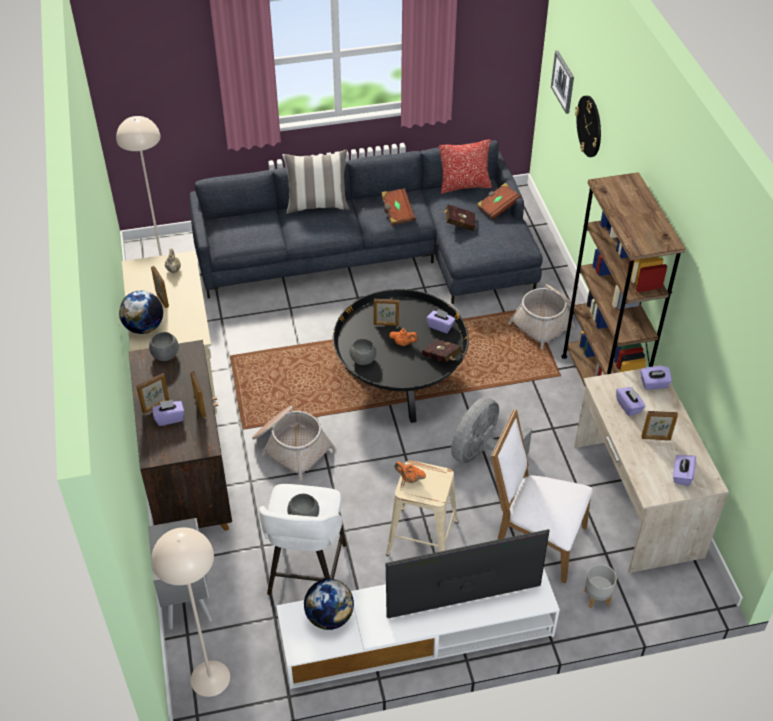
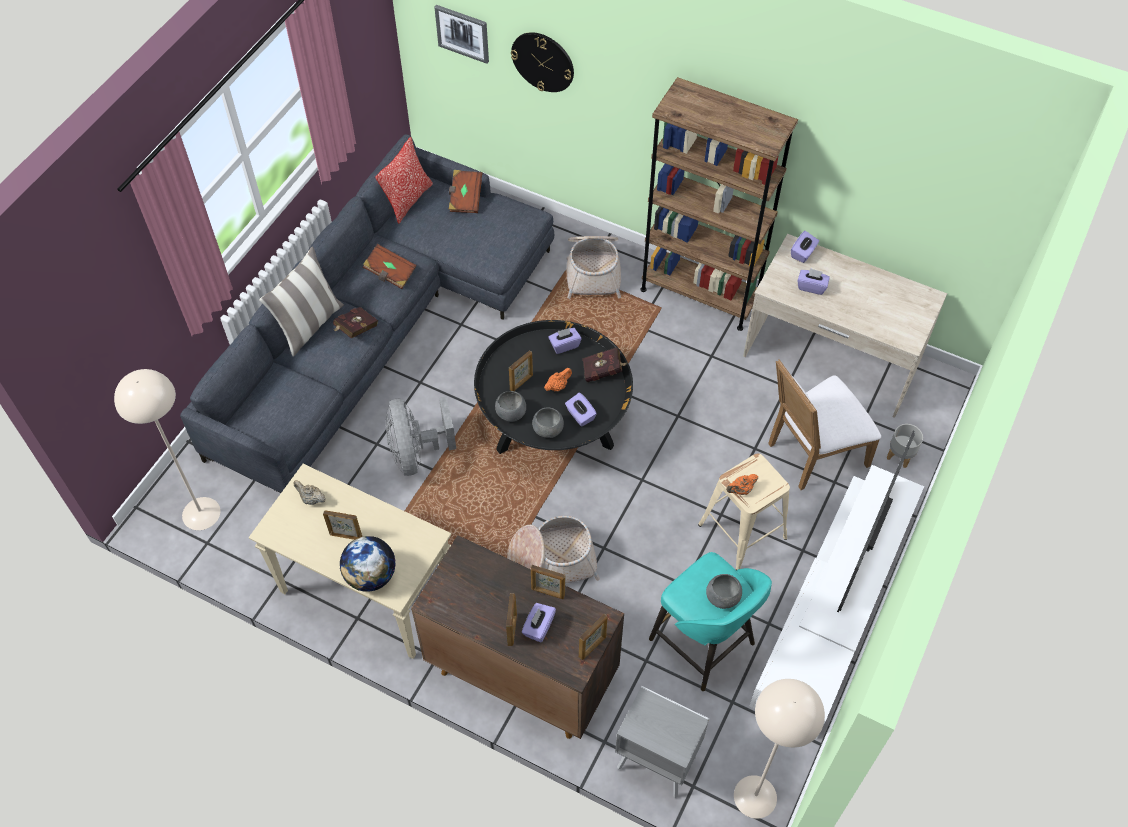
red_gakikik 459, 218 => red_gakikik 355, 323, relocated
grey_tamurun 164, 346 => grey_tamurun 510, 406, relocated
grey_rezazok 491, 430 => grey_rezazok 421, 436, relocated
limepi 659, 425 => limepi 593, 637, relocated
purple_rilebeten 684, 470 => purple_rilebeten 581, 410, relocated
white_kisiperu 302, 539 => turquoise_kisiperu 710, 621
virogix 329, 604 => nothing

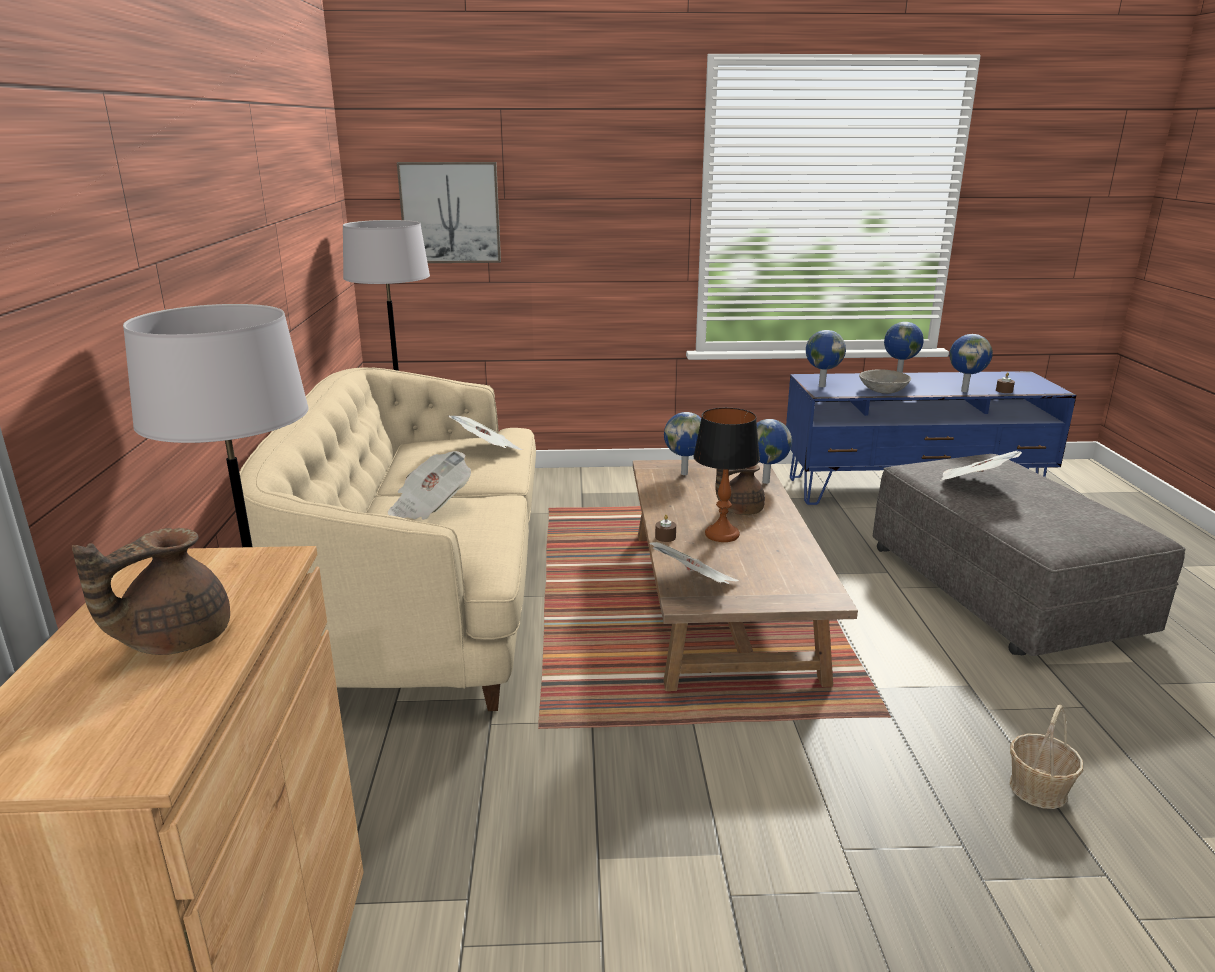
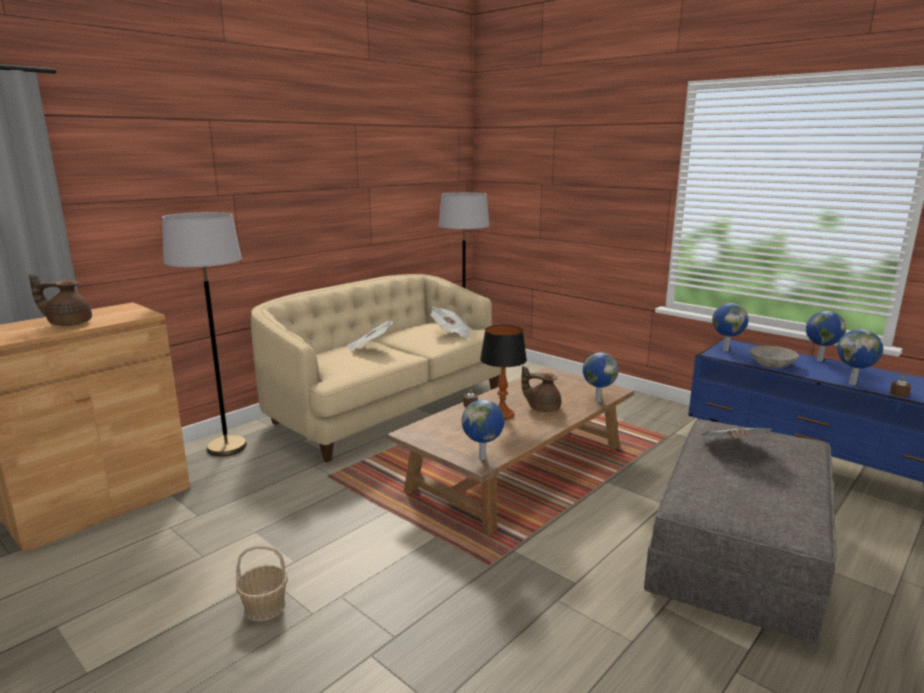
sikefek 449, 212 => nothing
virogix 682, 443 => virogix 483, 430, relocated
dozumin 694, 563 => nothing
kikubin 1046, 757 => kikubin 262, 583, relocated

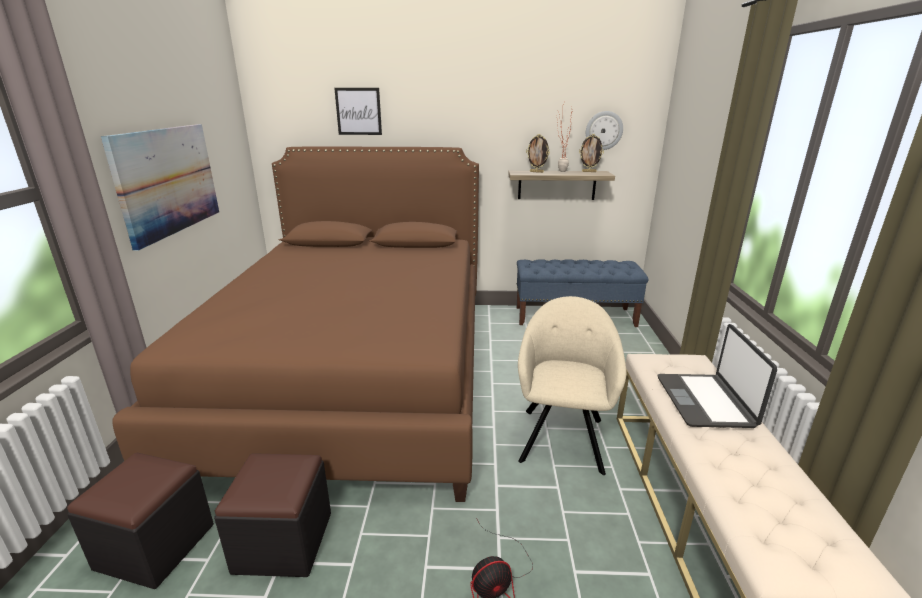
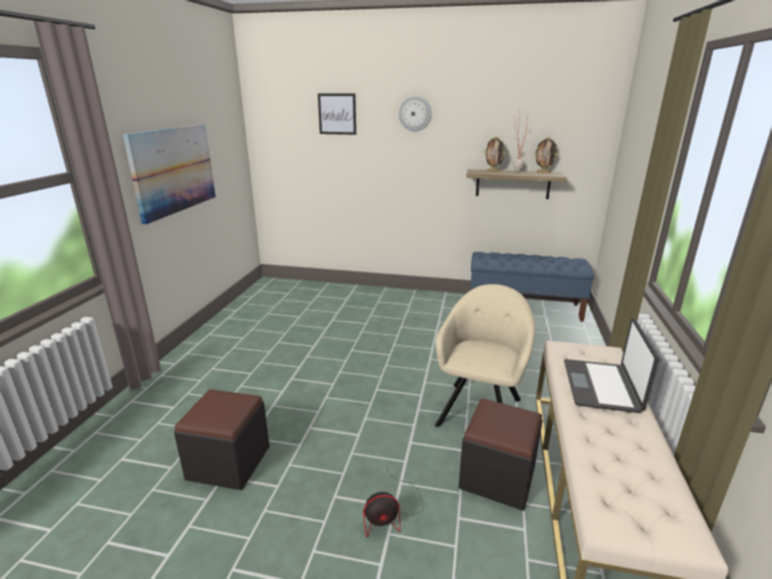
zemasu 604, 130 => zemasu 415, 114, relocated
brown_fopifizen 295, 324 => nothing
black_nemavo 140, 521 => black_nemavo 501, 454, relocated

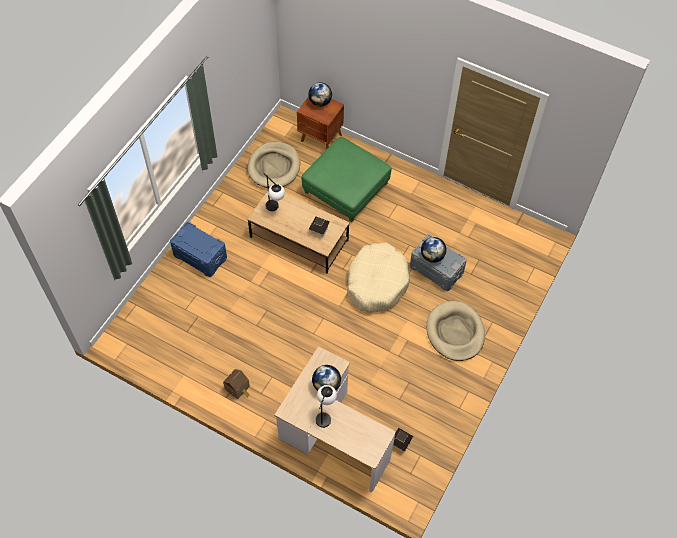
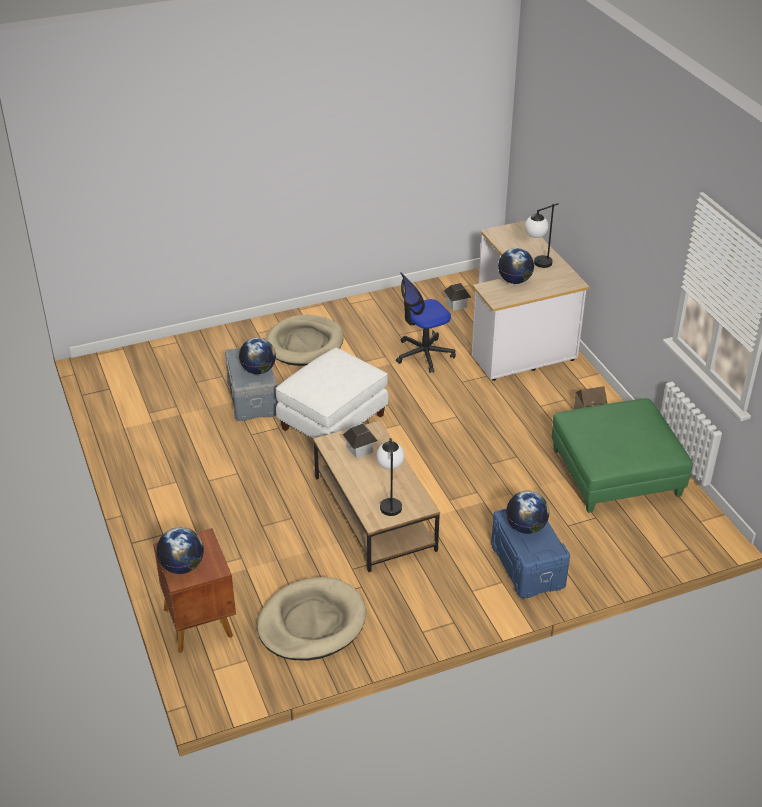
green_nemavo 347, 179 => green_nemavo 622, 455, relocated
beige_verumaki 378, 277 => white_nemavo 332, 393
nothing => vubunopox 426, 322
nothing => virogix 527, 512

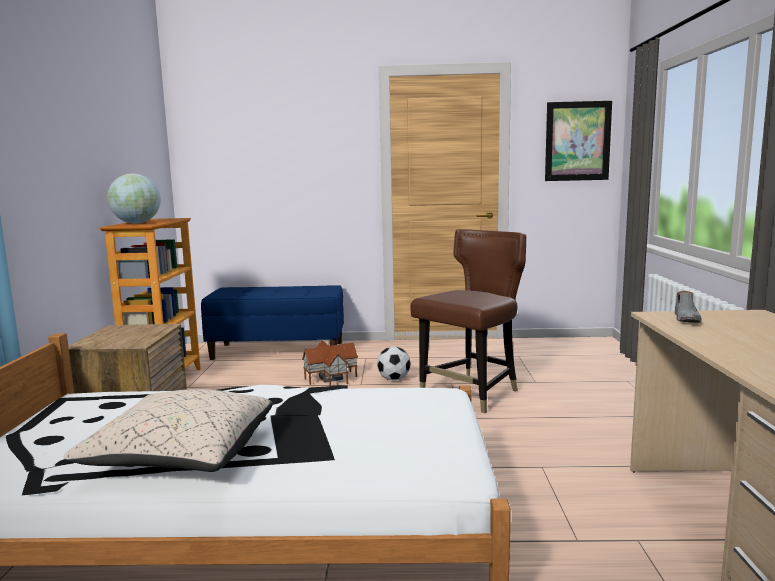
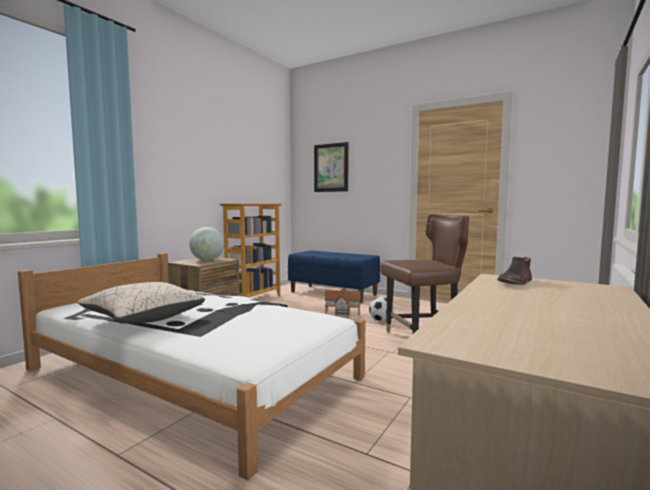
sikefek 578, 141 => sikefek 331, 167, relocated
virogix 134, 199 => virogix 206, 244, relocated
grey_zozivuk 688, 307 => brown_zozivuk 514, 271

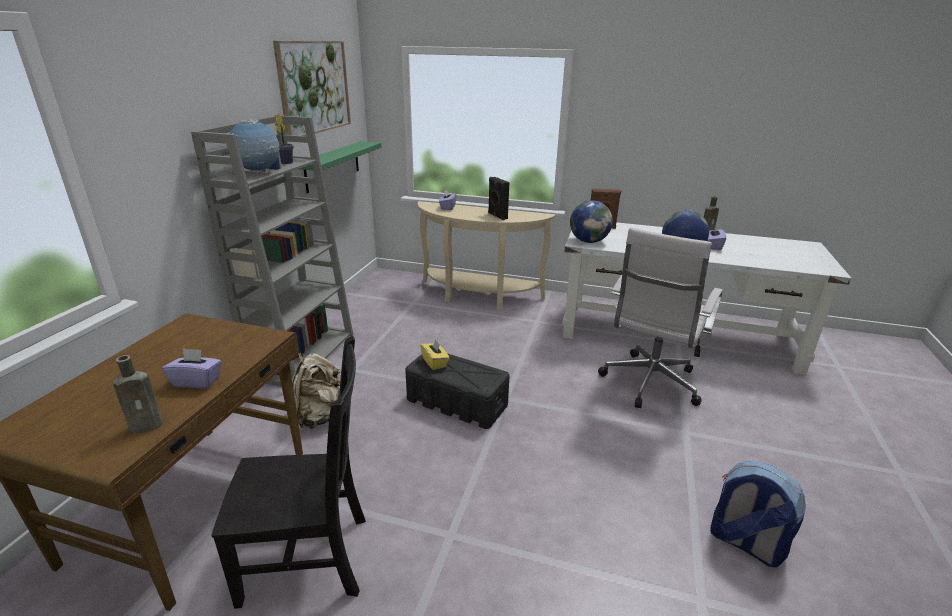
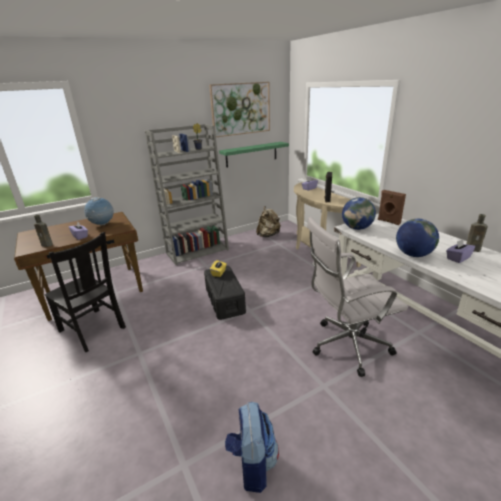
virogix 255, 146 => virogix 99, 211, relocated
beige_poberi 316, 391 => beige_poberi 268, 221, relocated

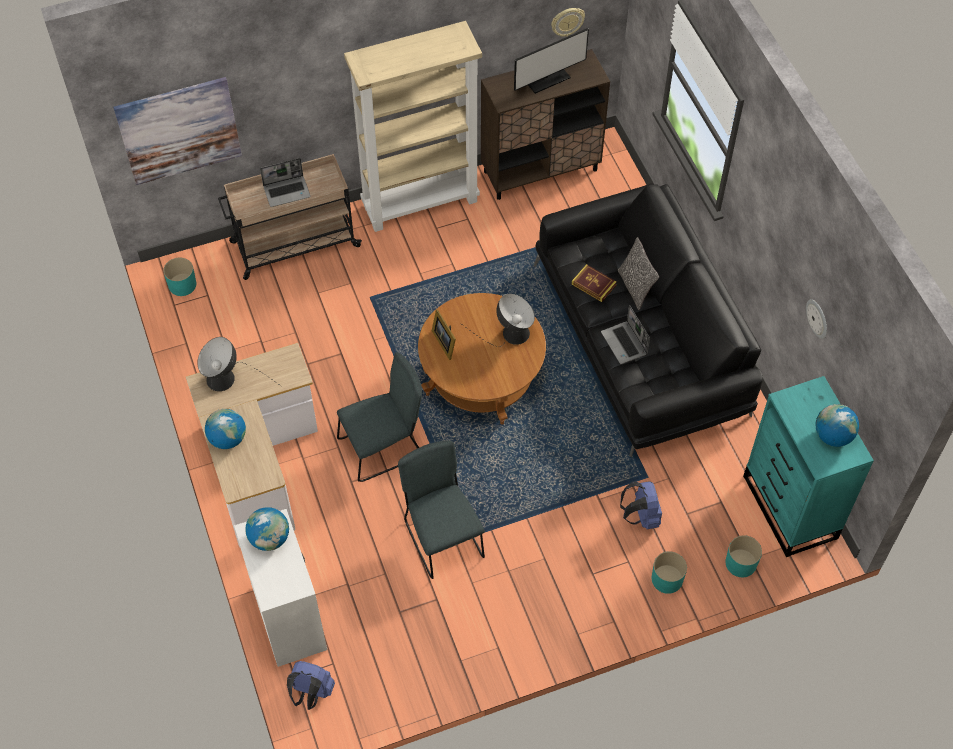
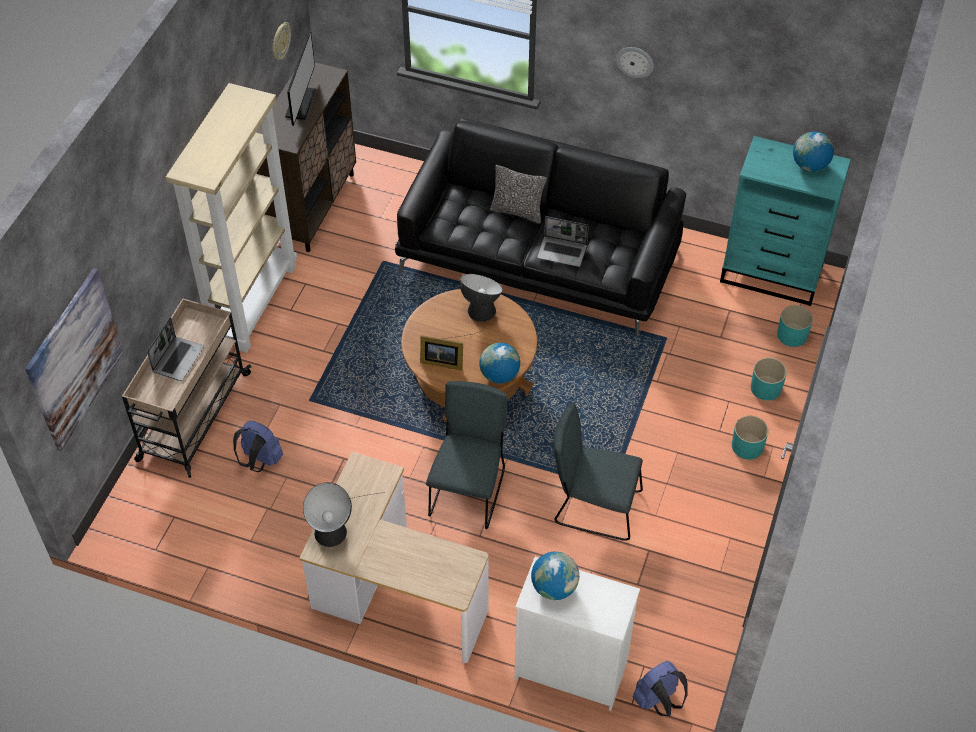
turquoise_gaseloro 179, 277 => turquoise_gaseloro 750, 437, relocated
gakikik 594, 283 => nothing
zemasu 816, 319 => zemasu 635, 62, relocated
virogix 225, 429 => virogix 499, 363, relocated
blue_poberi 641, 505 => blue_poberi 258, 446, relocated

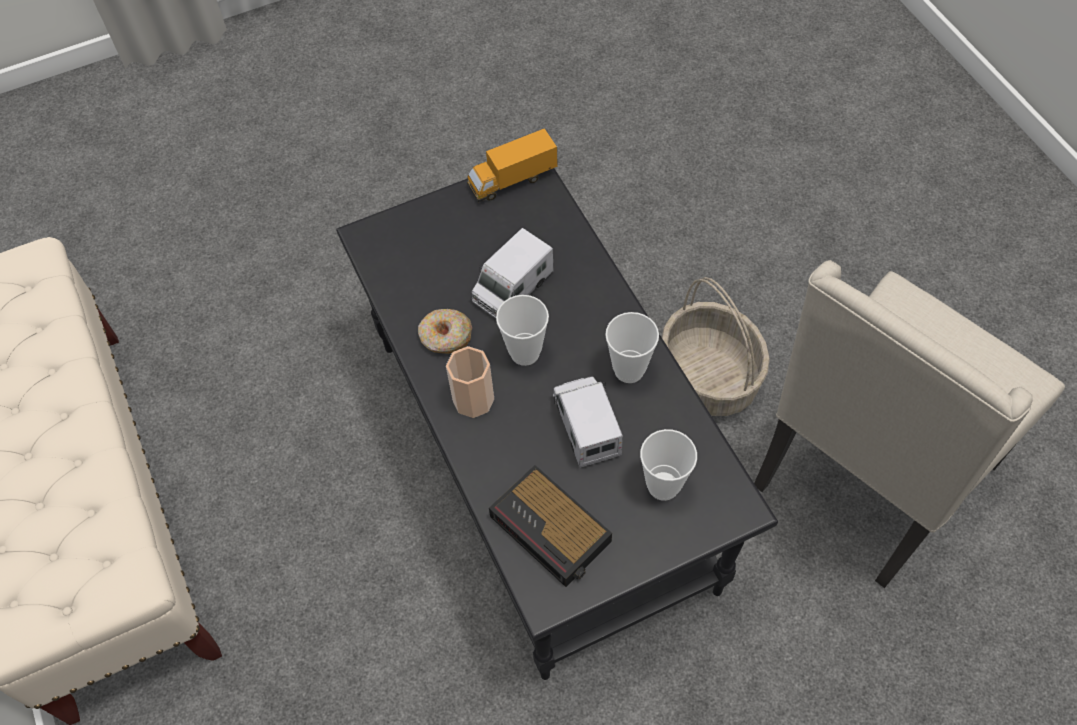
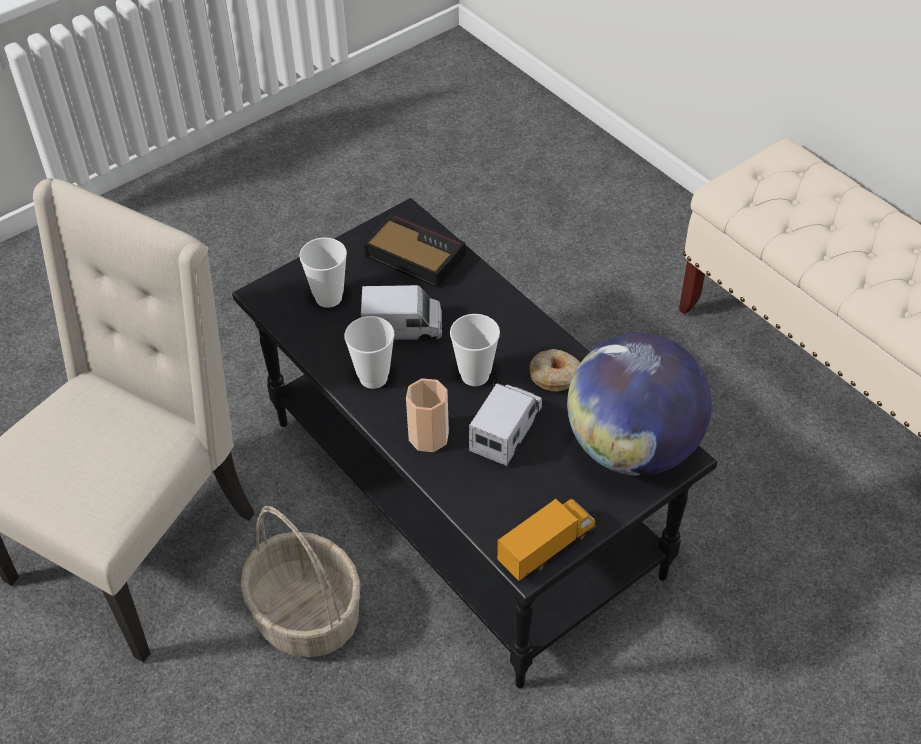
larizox 470, 382 => larizox 427, 415, relocated
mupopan 588, 422 => mupopan 401, 313, 60 degrees counterclockwise
nothing => virogix 639, 404

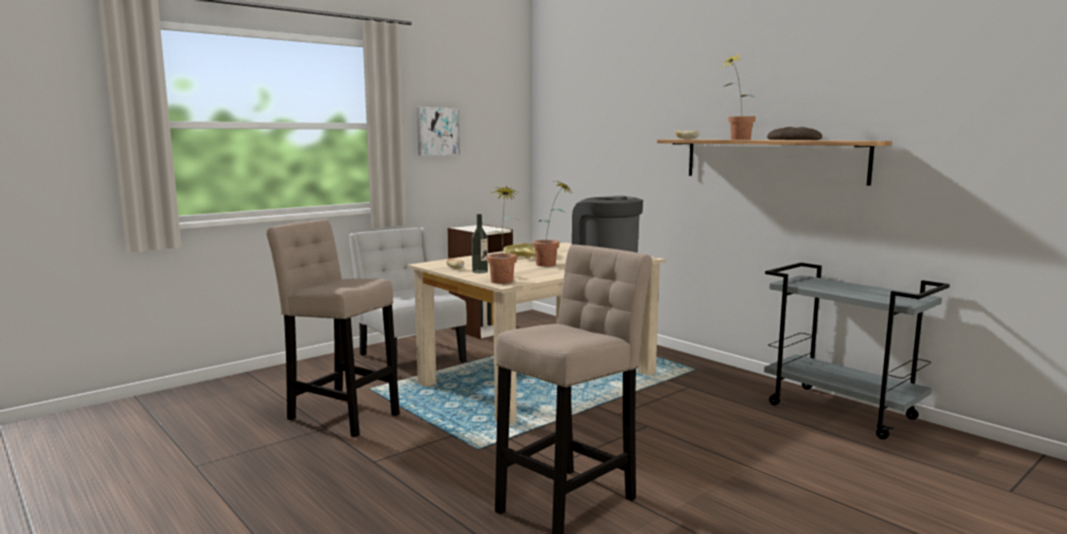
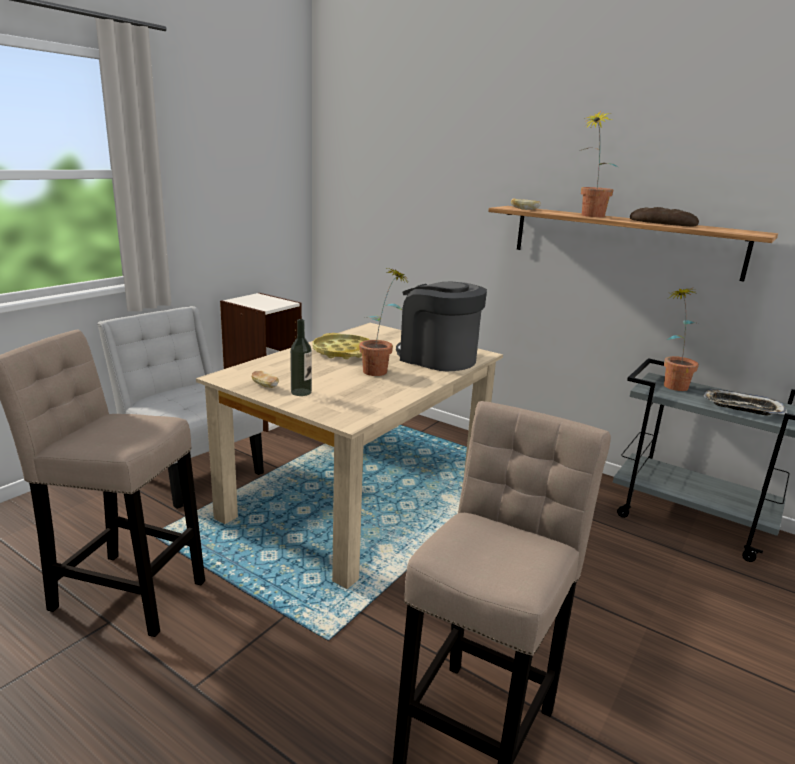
sikefek 438, 131 => nothing
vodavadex 504, 234 => vodavadex 681, 339, relocated
nothing => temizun 745, 402

